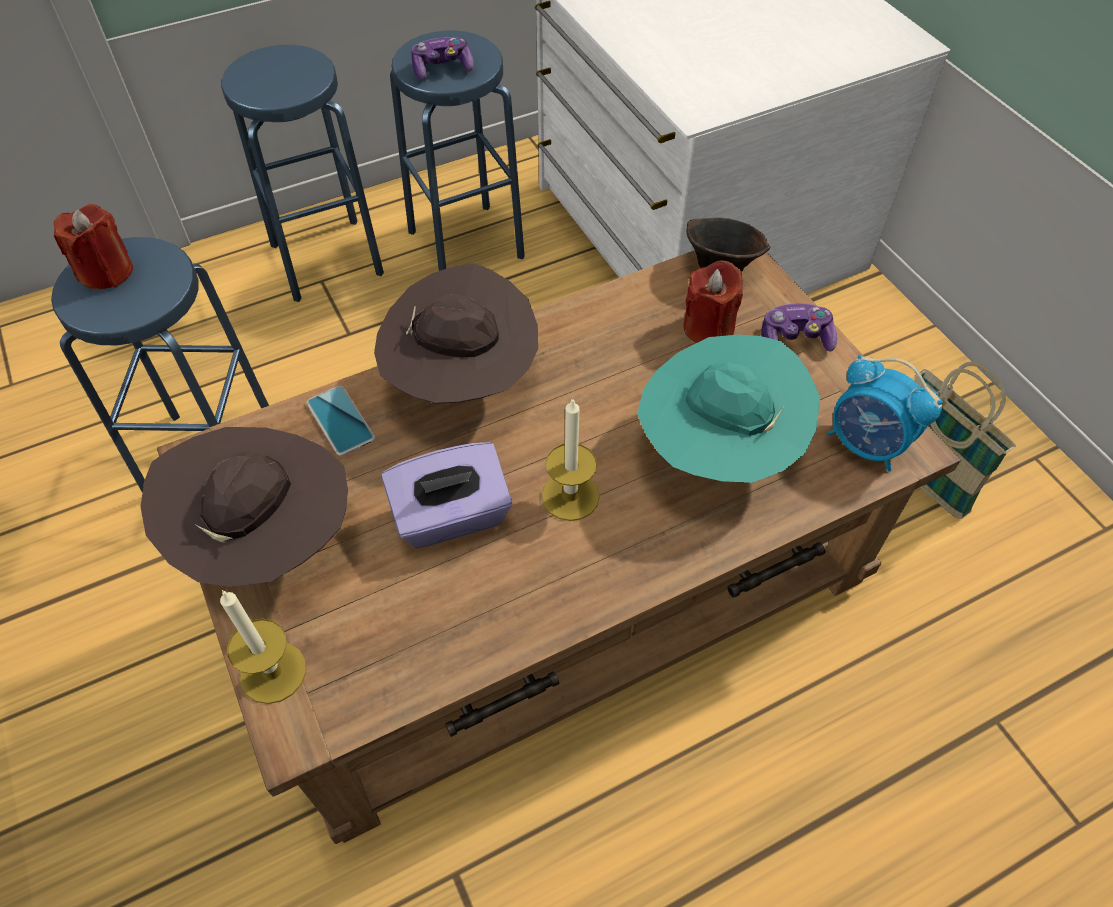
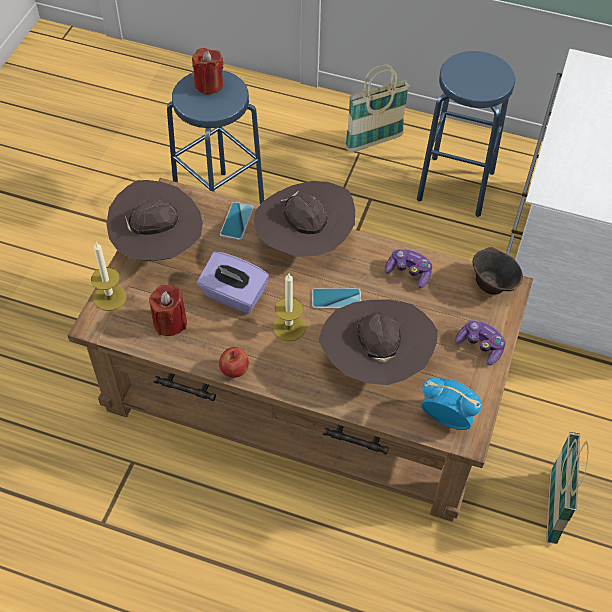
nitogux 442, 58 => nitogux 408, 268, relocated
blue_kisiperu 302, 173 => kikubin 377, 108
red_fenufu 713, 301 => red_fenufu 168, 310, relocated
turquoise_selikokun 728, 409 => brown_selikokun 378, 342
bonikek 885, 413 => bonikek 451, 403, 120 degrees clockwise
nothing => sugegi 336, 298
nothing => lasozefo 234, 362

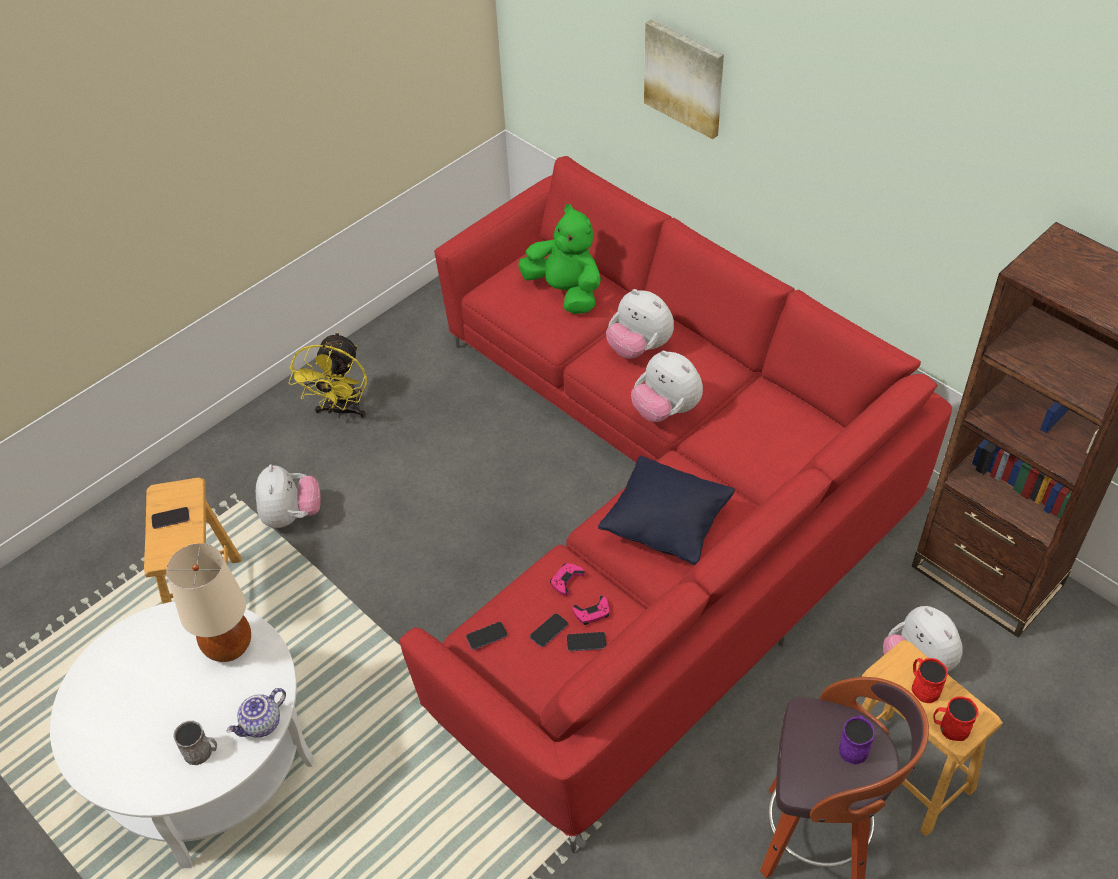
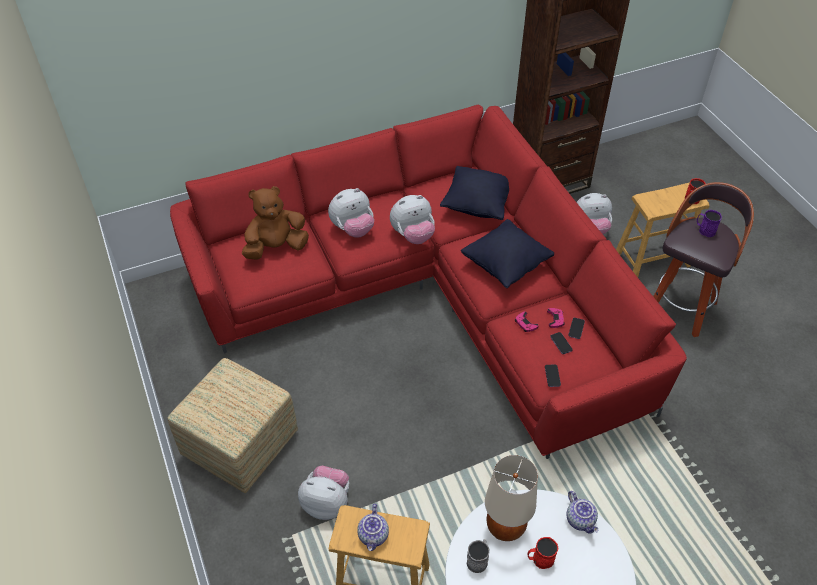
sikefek 684, 79 => nothing
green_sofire 560, 259 => brown_sofire 275, 223
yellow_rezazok 327, 375 => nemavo 232, 425
sugegi 170, 518 => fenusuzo 373, 527
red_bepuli 929, 680 => red_bepuli 543, 553, relocated
grey_bepuli 195, 743 => grey_bepuli 478, 556, relocated
nothing => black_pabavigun 474, 193

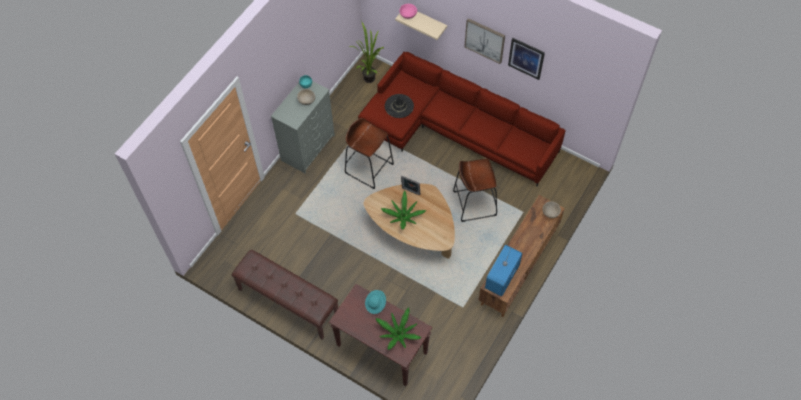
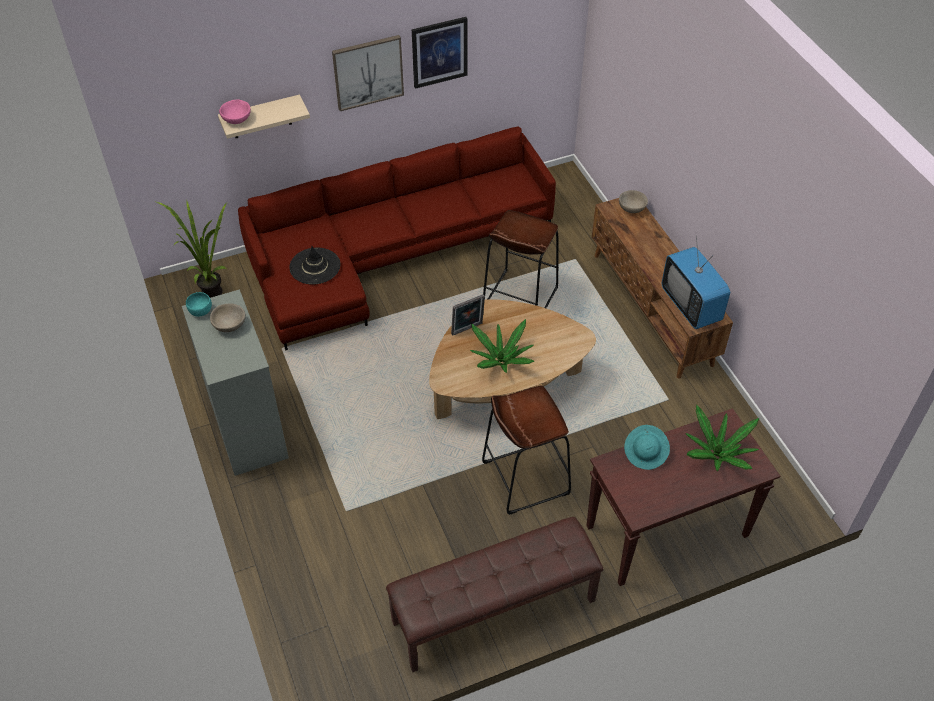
brown_kisiperu 369, 153 => brown_kisiperu 526, 450, relocated

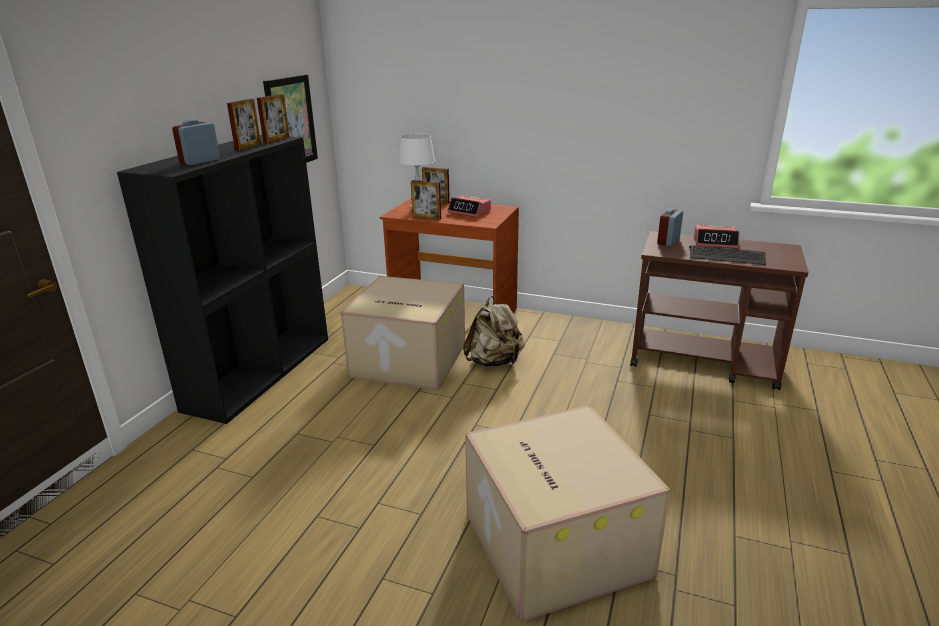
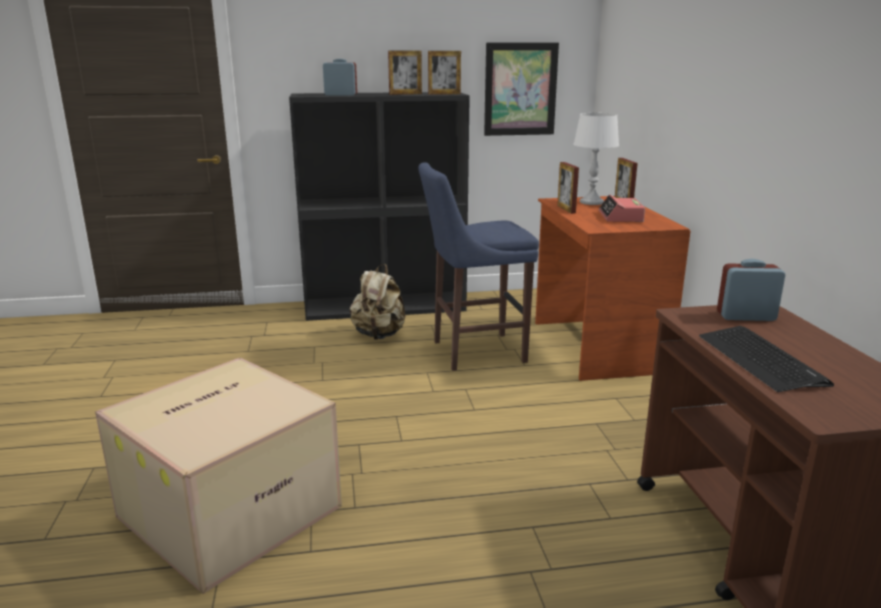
bonikek 716, 237 => nothing
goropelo 403, 333 => blue_kisiperu 478, 266
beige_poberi 494, 331 => beige_poberi 378, 302, relocated

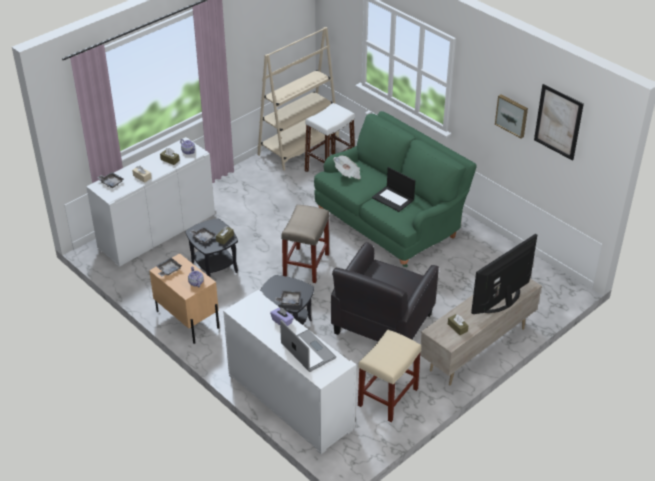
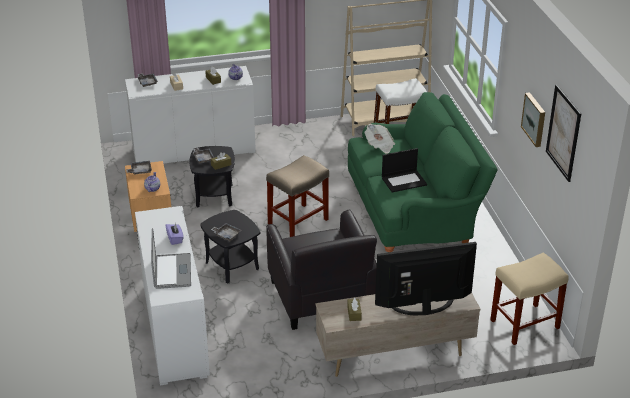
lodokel 393, 189 => lodokel 404, 170, 90 degrees counterclockwise
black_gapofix 385, 291 => black_gapofix 321, 270, 75 degrees counterclockwise
beige_kisiperu 389, 376 => beige_kisiperu 529, 298, relocated

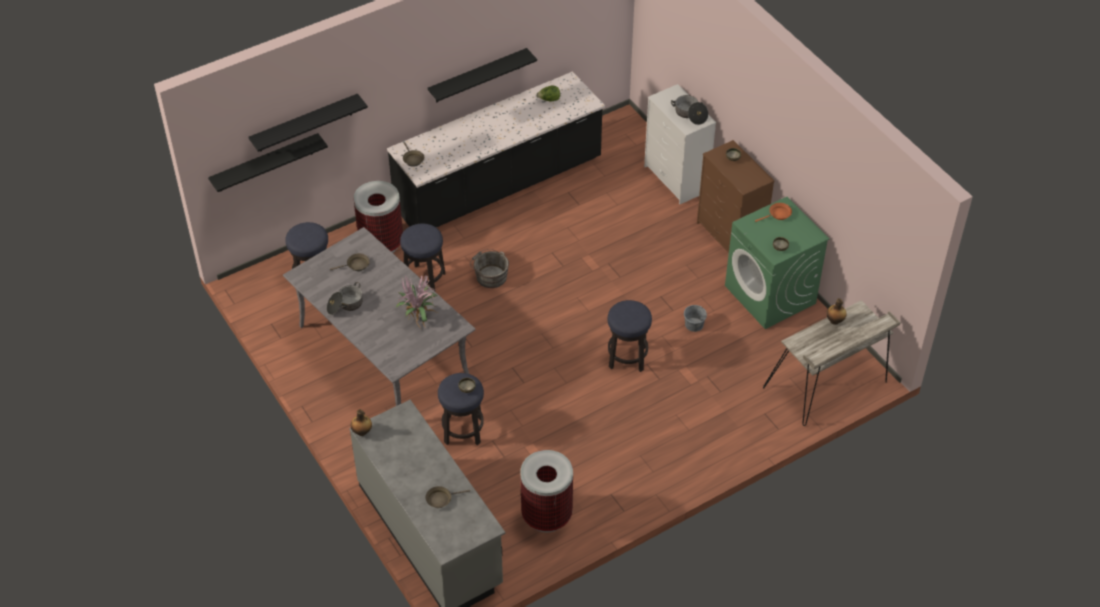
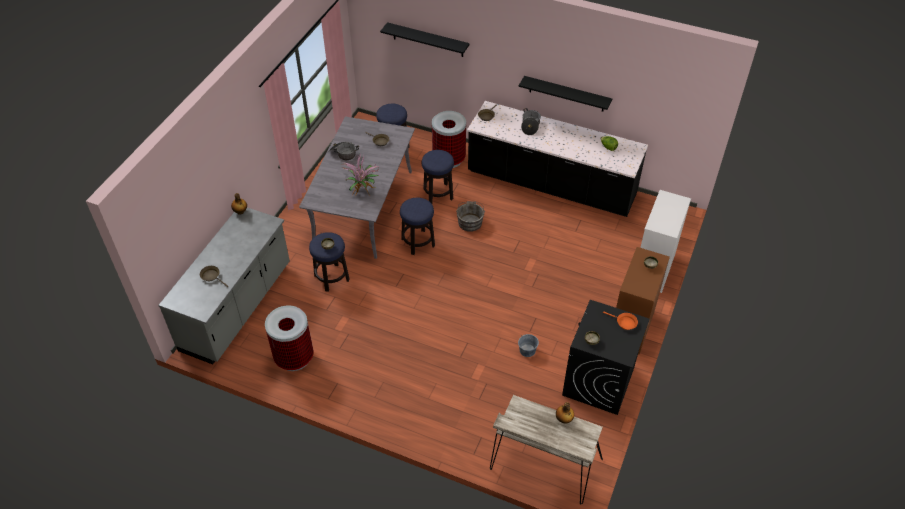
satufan 689, 110 => satufan 531, 121, relocated
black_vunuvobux 268, 162 => nothing
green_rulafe 777, 263 => black_rulafe 606, 357
kisiperu 630, 336 => kisiperu 417, 226, relocated

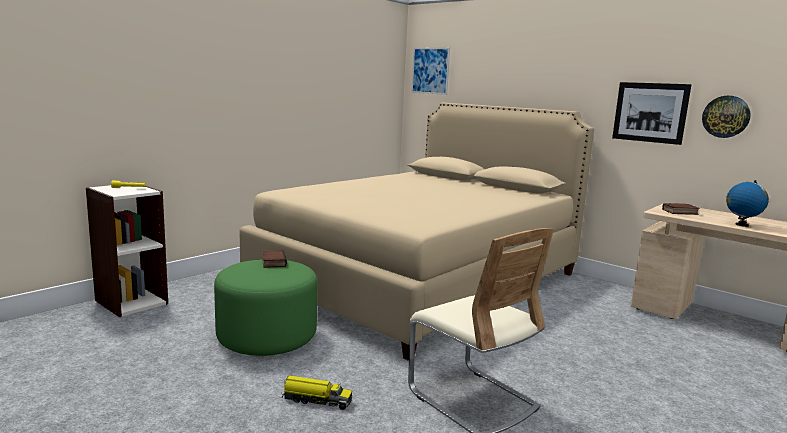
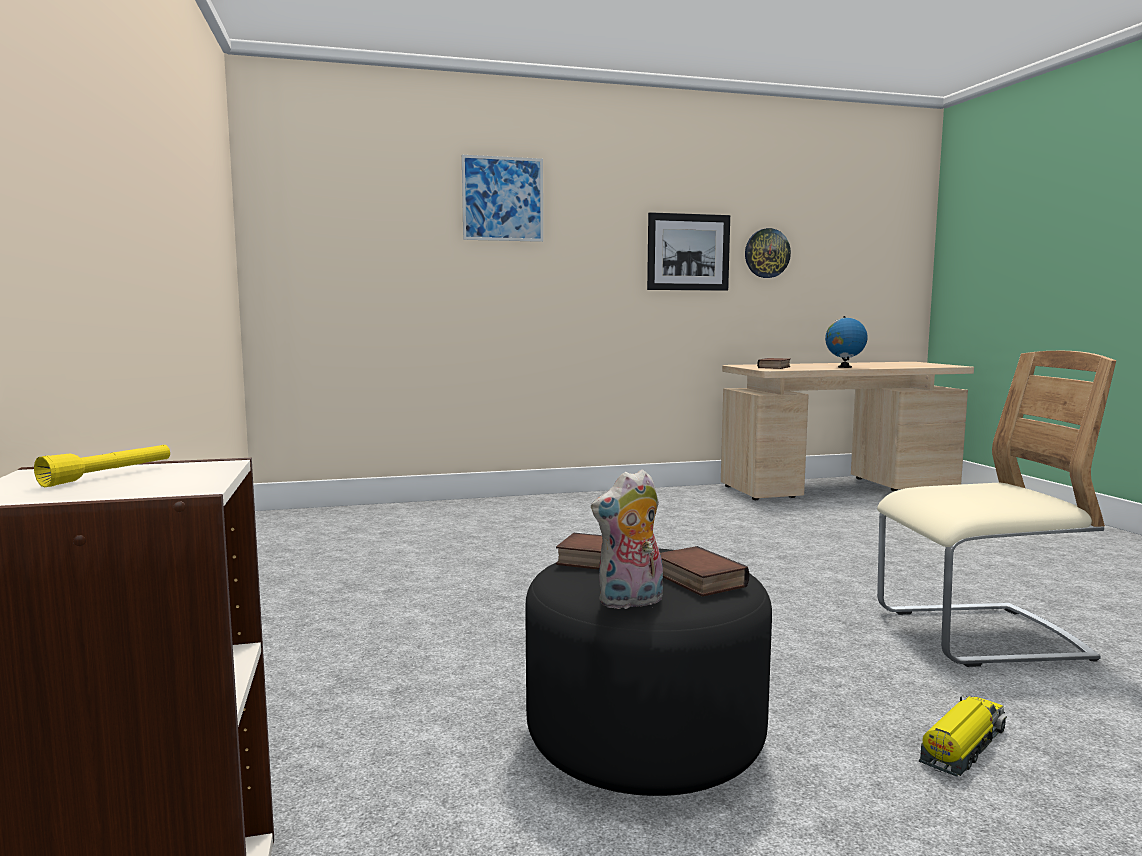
sikefek 430, 71 => sikefek 502, 198, relocated
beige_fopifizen 416, 232 => nothing
green_nemavo 265, 307 => black_nemavo 648, 672
nothing => sofire 627, 539
nothing => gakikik 704, 571

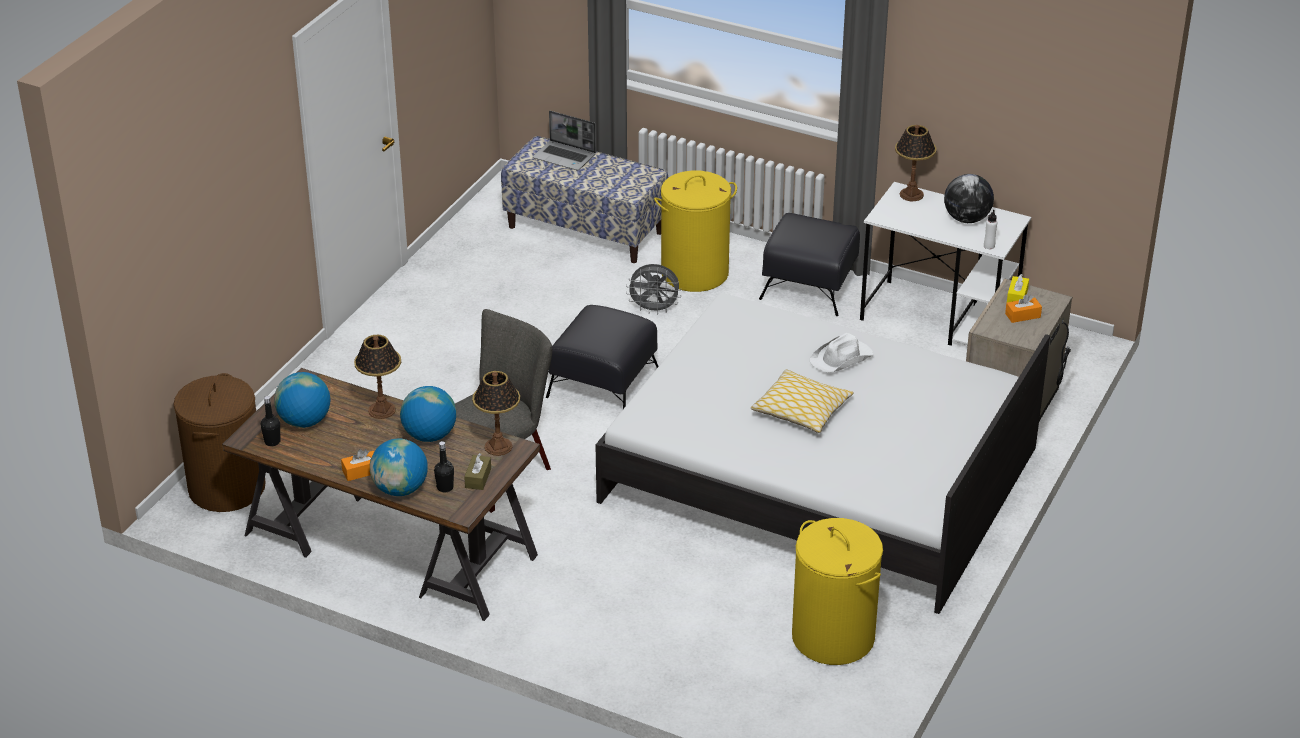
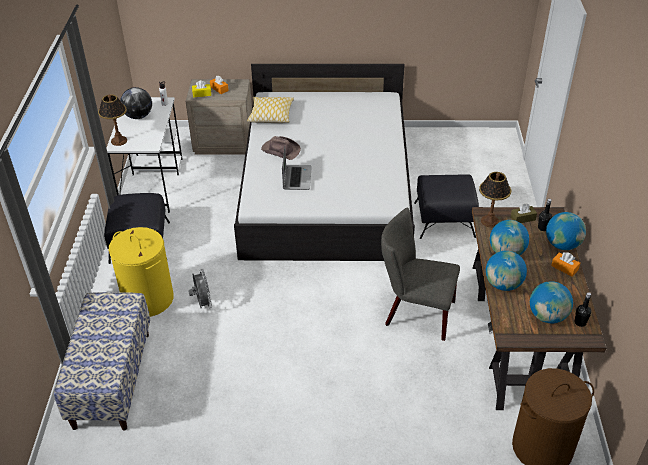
lodokel 564, 140 => lodokel 297, 168, relocated
black_nemavo 602, 357 => black_nemavo 446, 206, relocated
white_selikokun 842, 353 => brown_selikokun 281, 148
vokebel 377, 377 => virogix 506, 271
pabavigun 802, 401 => pabavigun 270, 110, relocated
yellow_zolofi 837, 591 => nothing

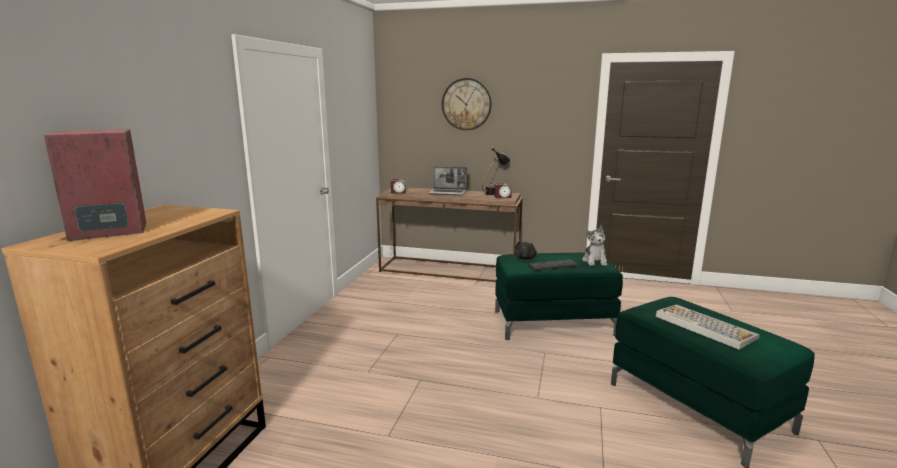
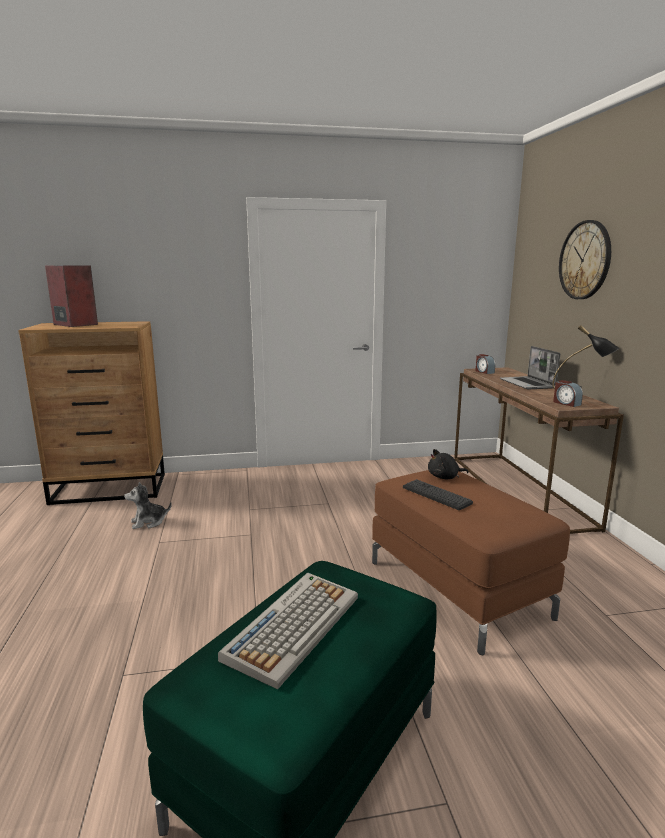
sofire 594, 245 => sofire 148, 505, relocated
green_nemavo 559, 296 => brown_nemavo 471, 562

